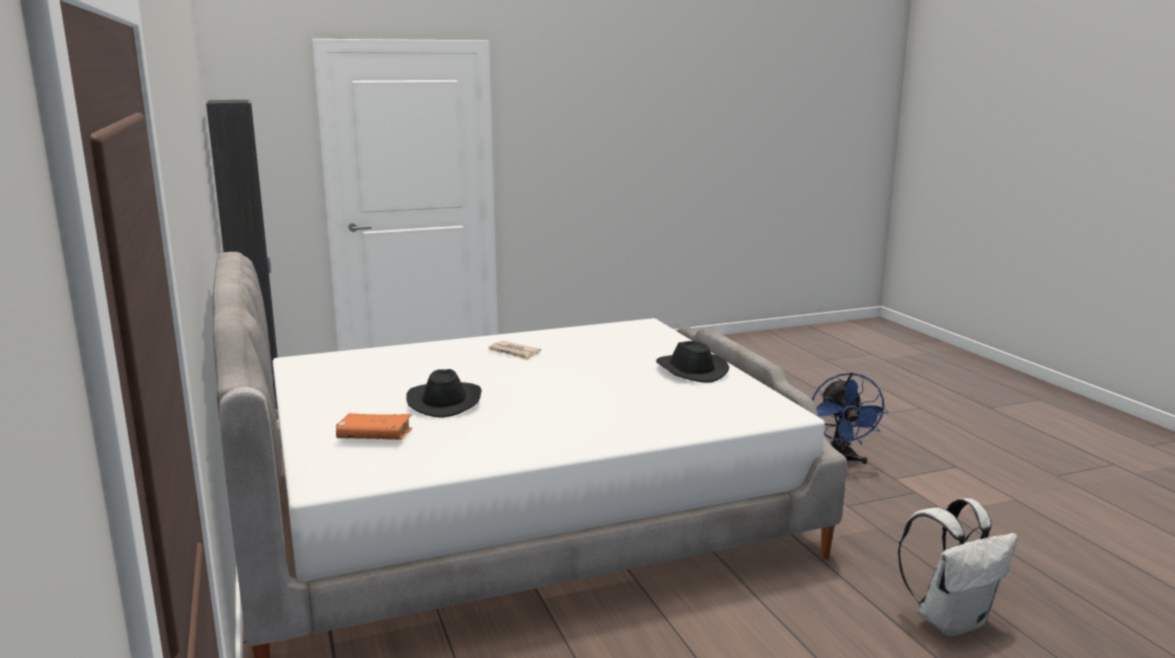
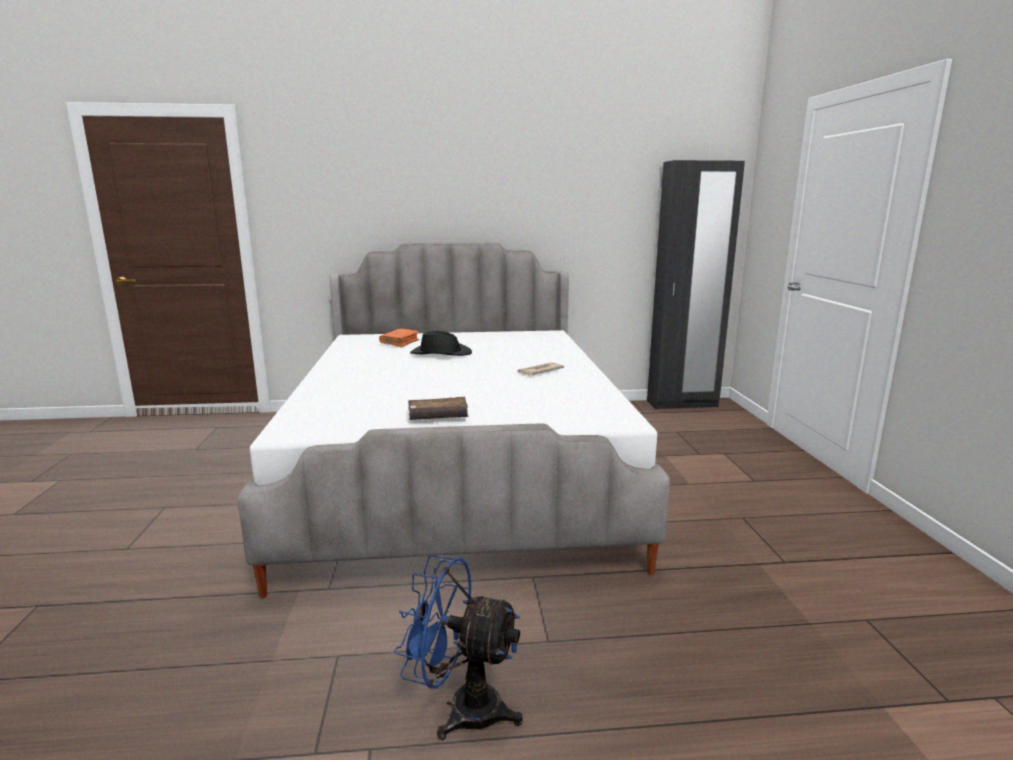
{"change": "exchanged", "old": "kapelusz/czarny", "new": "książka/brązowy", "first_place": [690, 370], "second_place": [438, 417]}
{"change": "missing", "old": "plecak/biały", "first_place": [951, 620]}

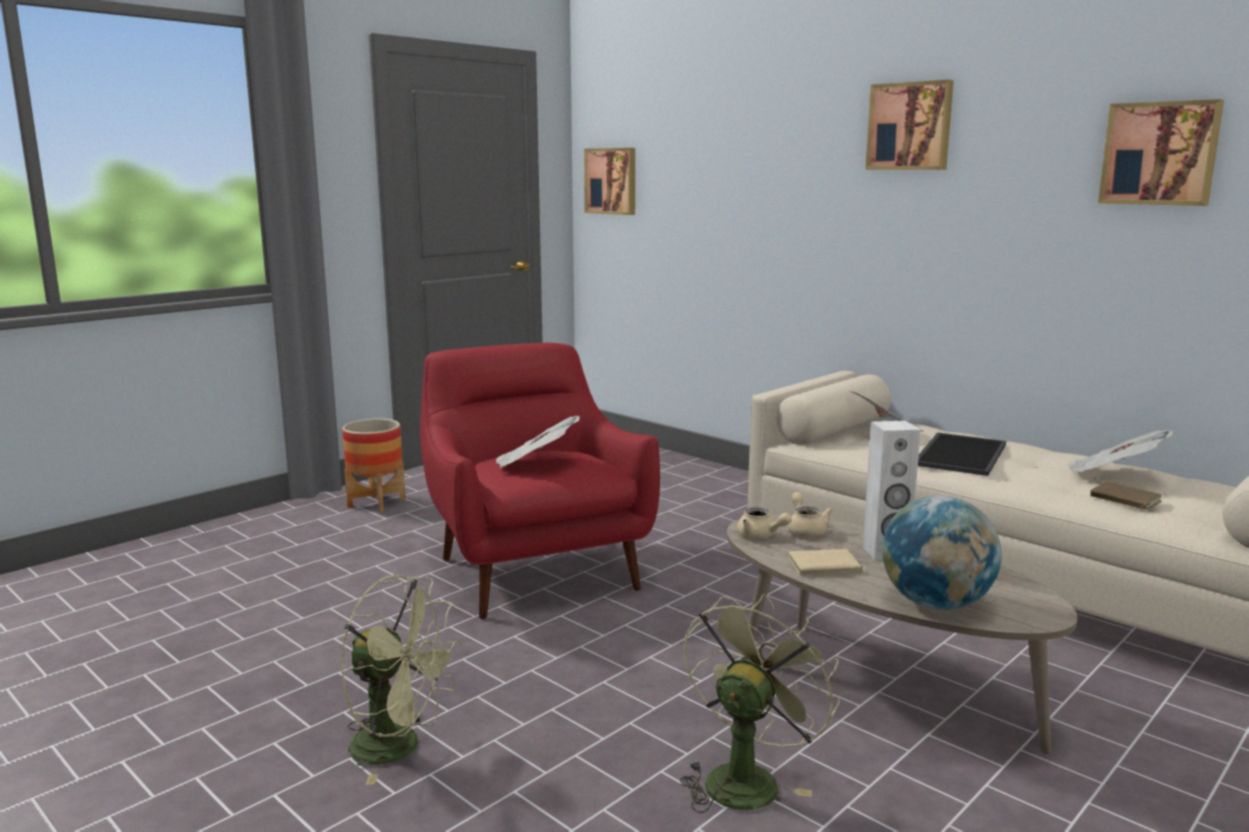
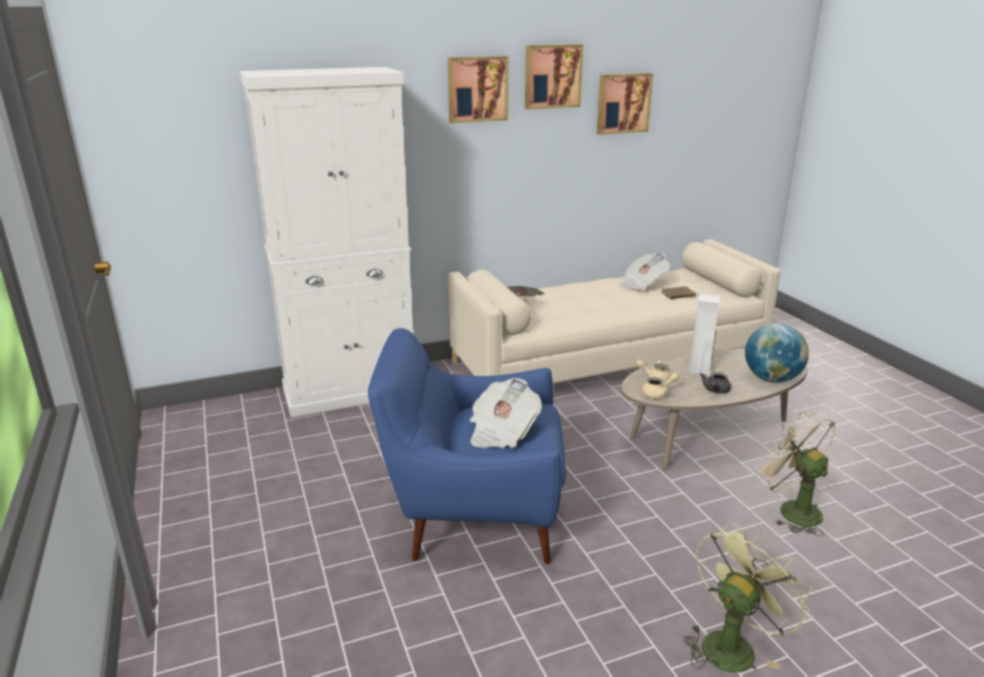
{"change": "relocated", "old": "obraz", "first_place": [612, 181], "second_place": [552, 76]}
{"change": "colour", "old": "fotel/czerwony", "new": "fotel/niebieski", "first_place": [534, 569], "second_place": [473, 516]}
{"change": "missing", "old": "donica", "first_place": [377, 503]}
{"change": "missing", "old": "taca", "first_place": [959, 454]}
{"change": "exchanged", "old": "książka/beżowy", "new": "imbryk/szary", "first_place": [824, 567], "second_place": [715, 391]}
{"change": "colour", "old": "wentylator/zielony", "new": "wentylator/beżowy", "first_place": [746, 777], "second_place": [791, 510]}
{"change": "appeared", "new": "szafka/biały", "second_place": [350, 391]}

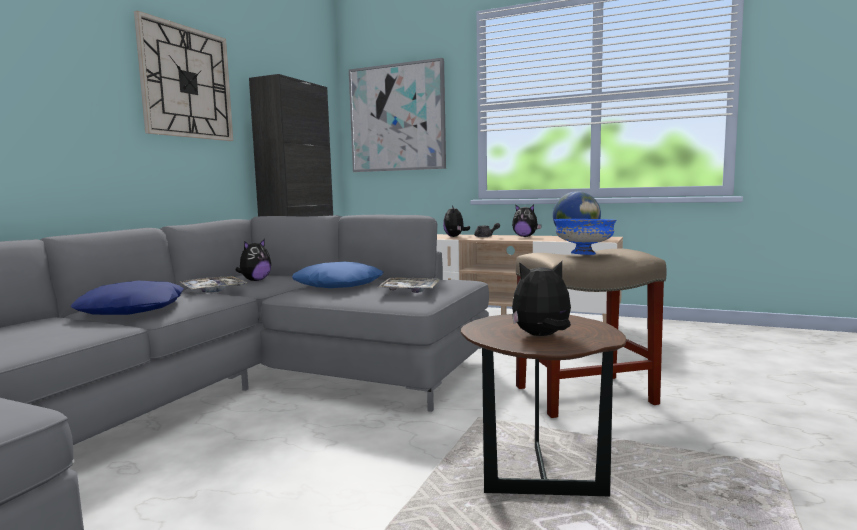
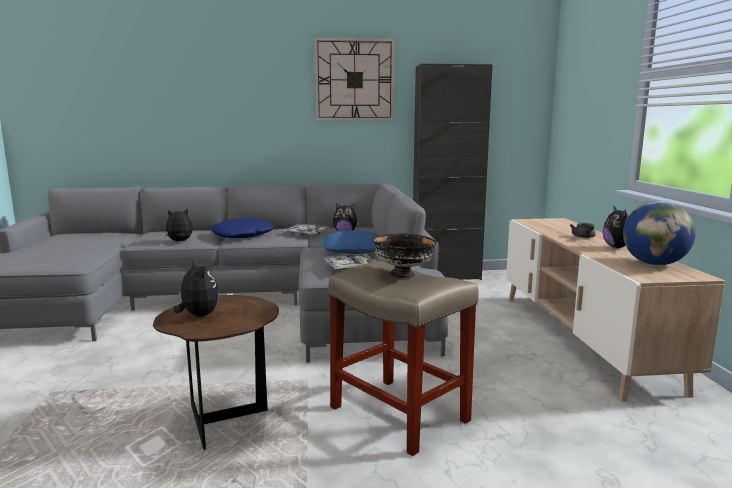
{"change": "missing", "old": "obraz", "first_place": [397, 118]}
{"change": "relocated", "old": "pluszak", "first_place": [455, 236], "second_place": [180, 241]}
{"change": "colour", "old": "miska/niebieski", "new": "miska/czarny", "first_place": [583, 253], "second_place": [403, 274]}

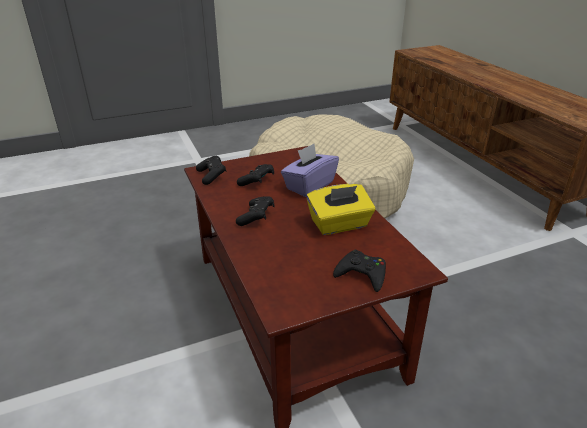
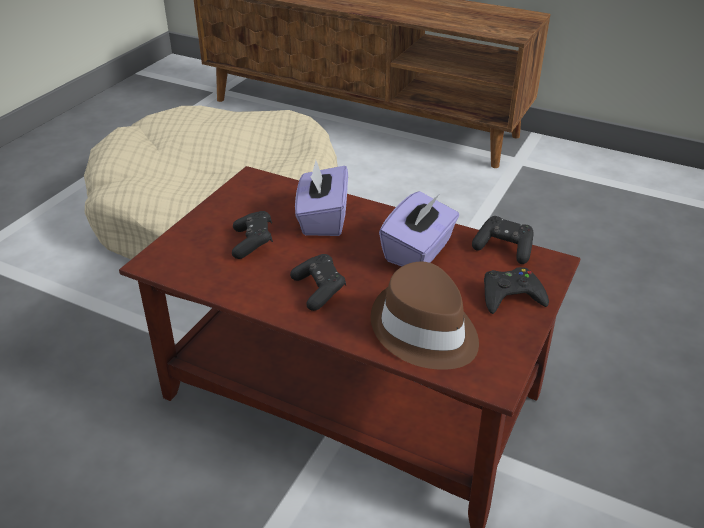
{"change": "relocated", "old": "pad do gier/czarny", "first_place": [212, 176], "second_place": [504, 248]}
{"change": "colour", "old": "pudełko chusteczek/żółty", "new": "pudełko chusteczek/fioletowy", "first_place": [339, 224], "second_place": [418, 252]}
{"change": "appeared", "new": "kapelusz/brązowy", "second_place": [424, 331]}

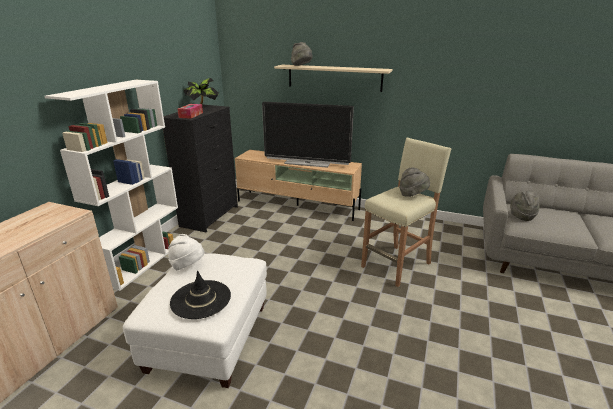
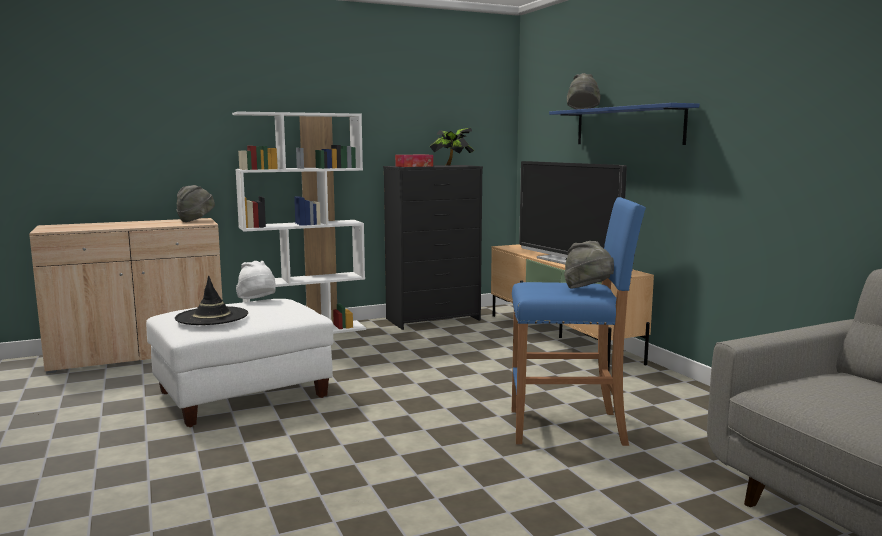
{"change": "colour", "old": "półka/beżowy", "new": "półka/niebieski", "first_place": [334, 77], "second_place": [627, 126]}
{"change": "colour", "old": "stołek/beżowy", "new": "stołek/niebieski", "first_place": [397, 265], "second_place": [568, 427]}
{"change": "relocated", "old": "kapelusz/szary", "first_place": [521, 216], "second_place": [196, 220]}

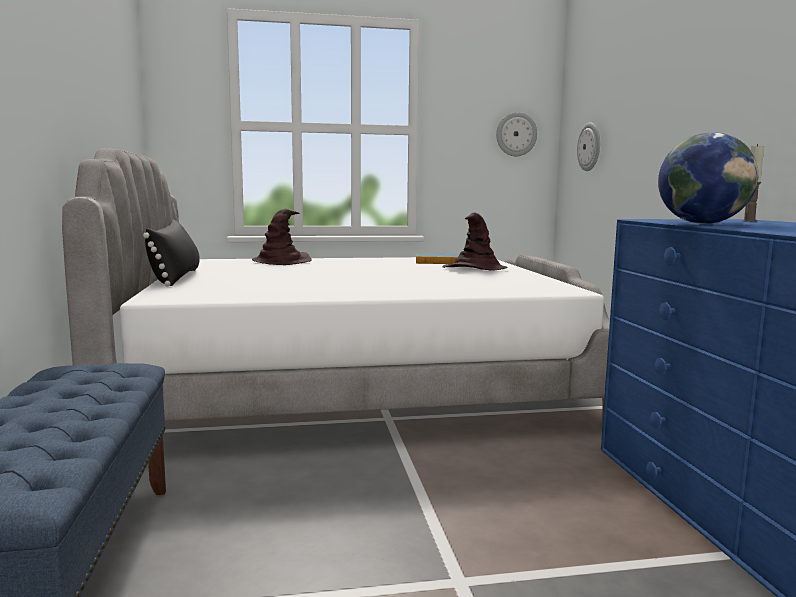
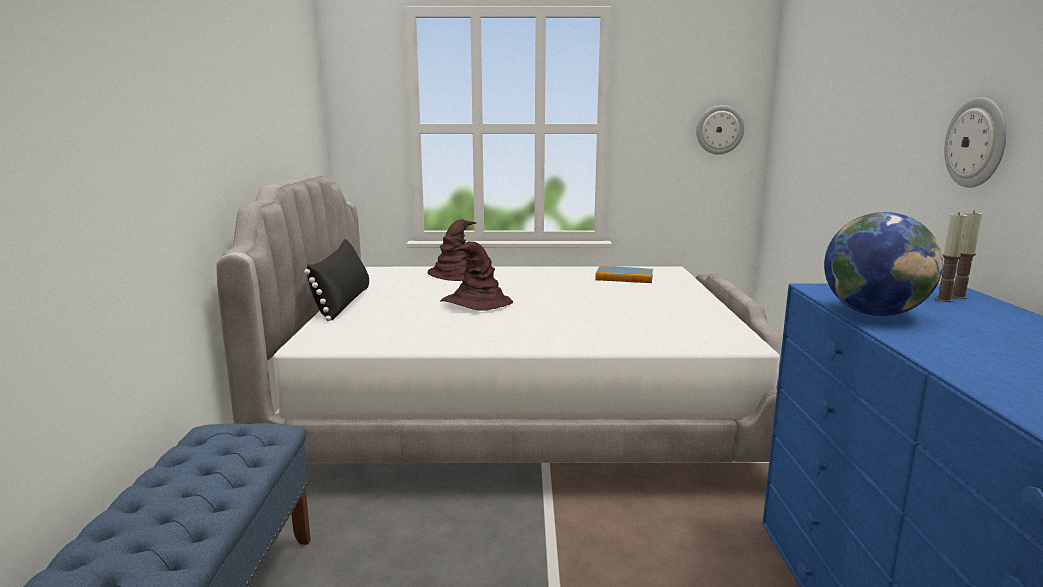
{"change": "relocated", "old": "zegar ścienny", "first_place": [589, 147], "second_place": [976, 143]}
{"change": "relocated", "old": "kapelusz/brązowy", "first_place": [474, 269], "second_place": [475, 303]}
{"change": "appeared", "new": "świeca", "second_place": [958, 296]}

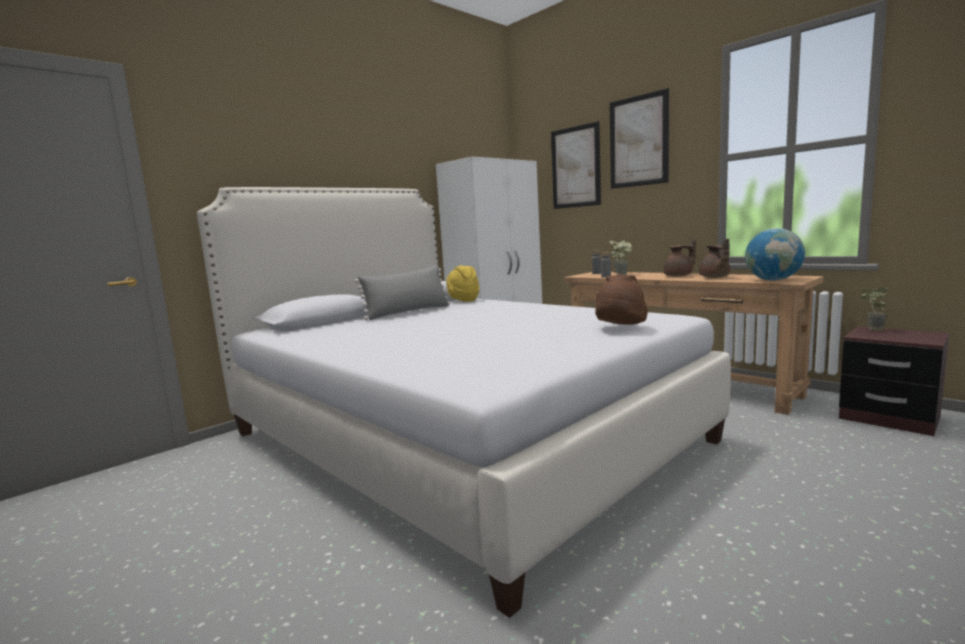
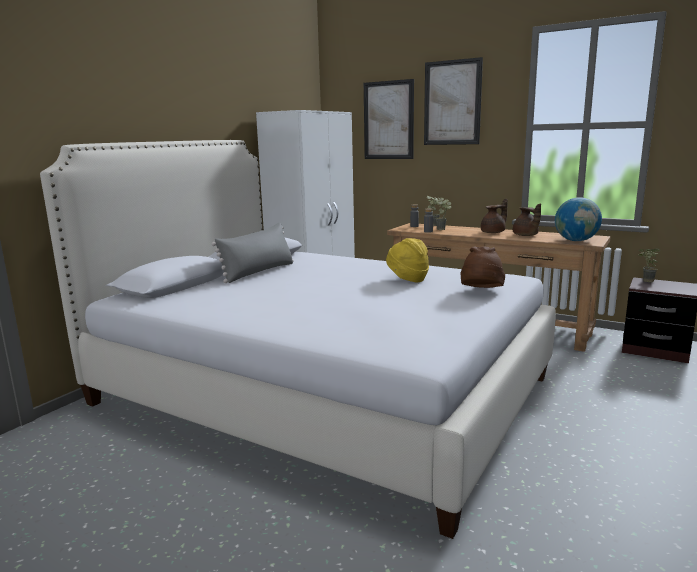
{"change": "relocated", "old": "kapelusz/żółty", "first_place": [463, 300], "second_place": [407, 279]}

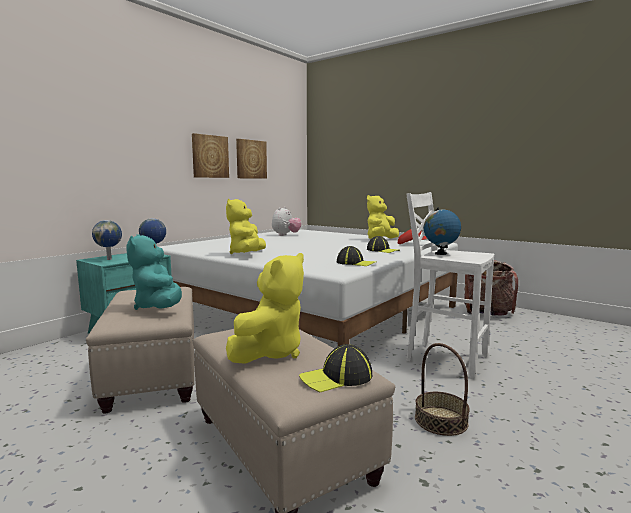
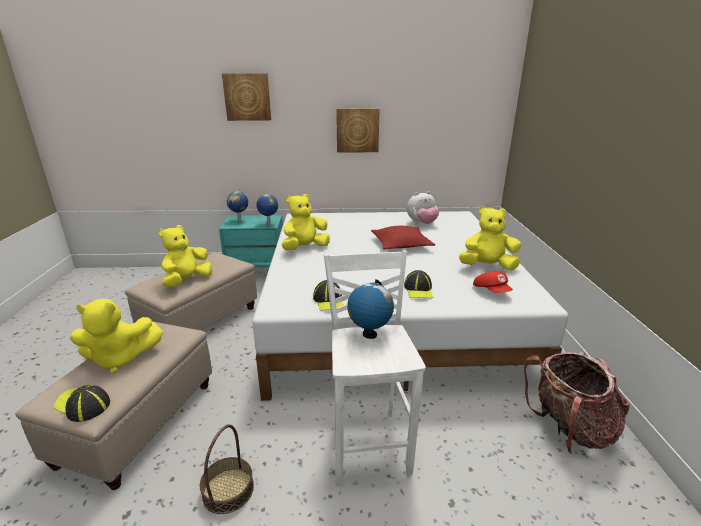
{"change": "relocated", "old": "obraz", "first_place": [251, 159], "second_place": [247, 97]}
{"change": "colour", "old": "pluszak/turkusowy", "new": "pluszak/żółty", "first_place": [159, 307], "second_place": [187, 281]}
{"change": "appeared", "new": "poduszka/czerwony", "second_place": [401, 244]}

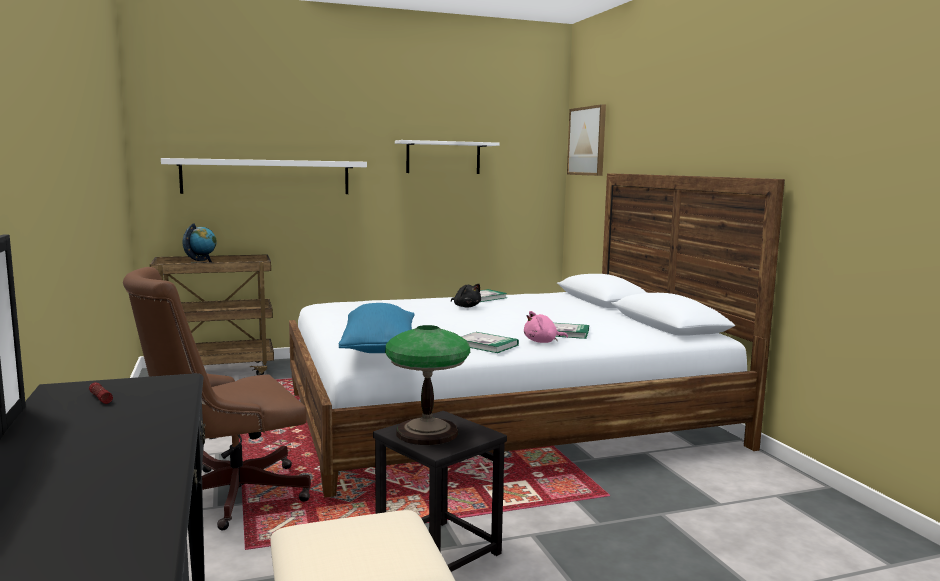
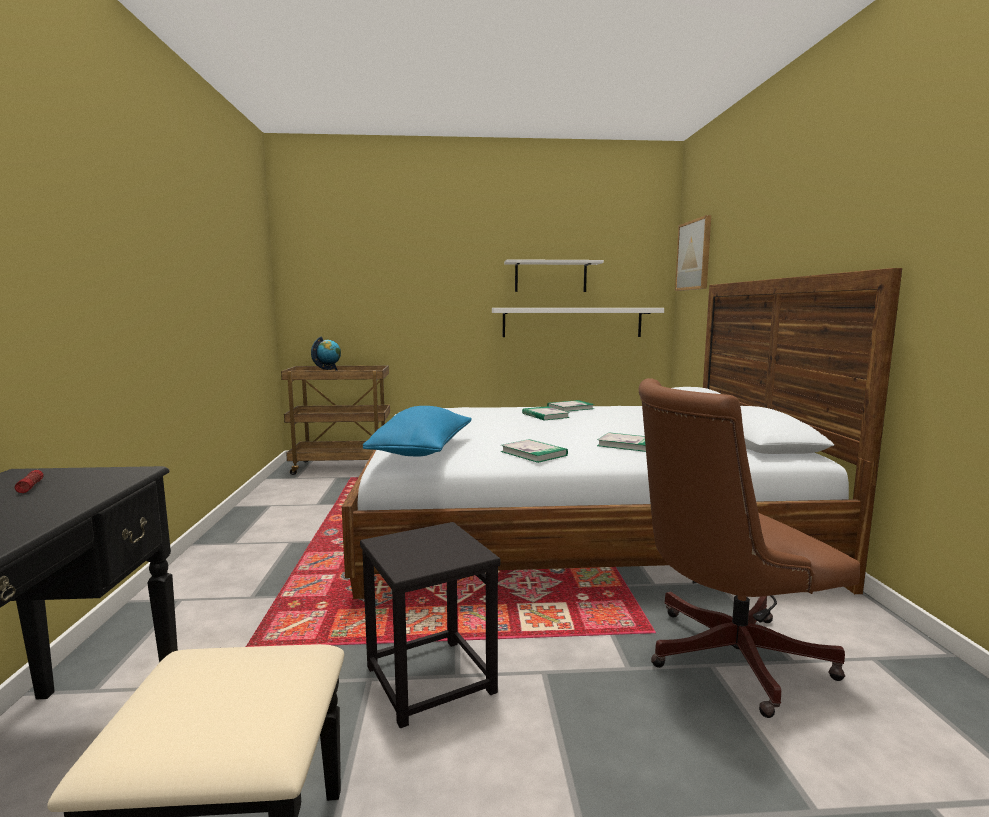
{"change": "relocated", "old": "półka/biały", "first_place": [266, 176], "second_place": [572, 322]}
{"change": "relocated", "old": "krzesło biurowe/brązowy", "first_place": [225, 496], "second_place": [723, 657]}
{"change": "exchanged", "old": "pluszak/czarny", "new": "książka", "first_place": [466, 306], "second_place": [545, 415]}
{"change": "missing", "old": "pluszak/różowy", "first_place": [542, 342]}
{"change": "missing", "old": "lampa stołowa", "first_place": [426, 432]}

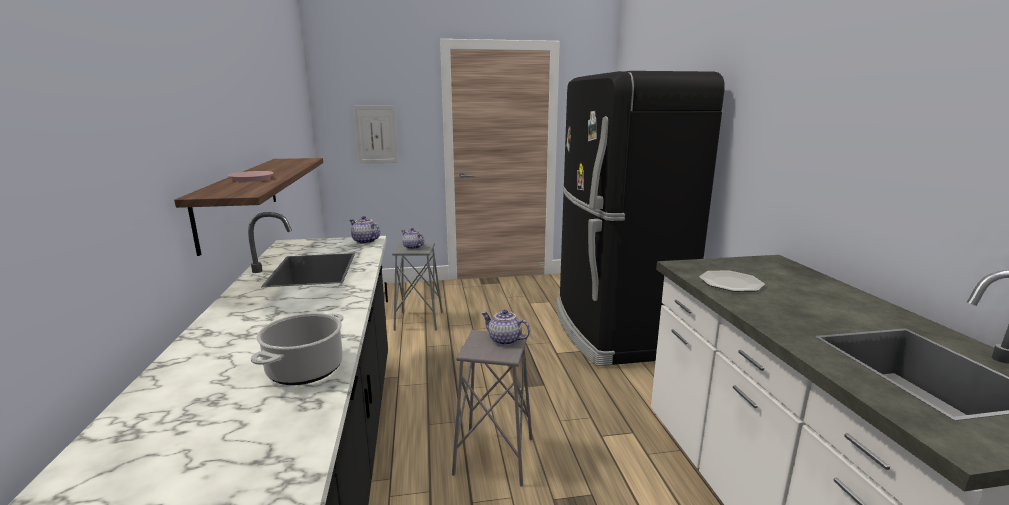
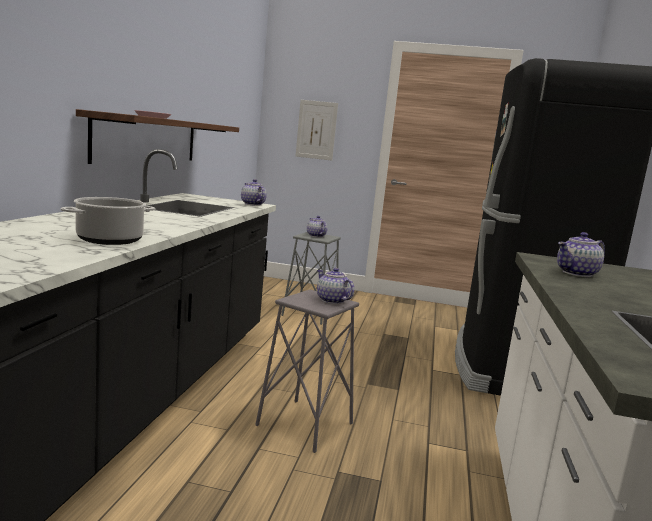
{"change": "exchanged", "old": "talerz", "new": "imbryk", "first_place": [731, 283], "second_place": [577, 274]}

